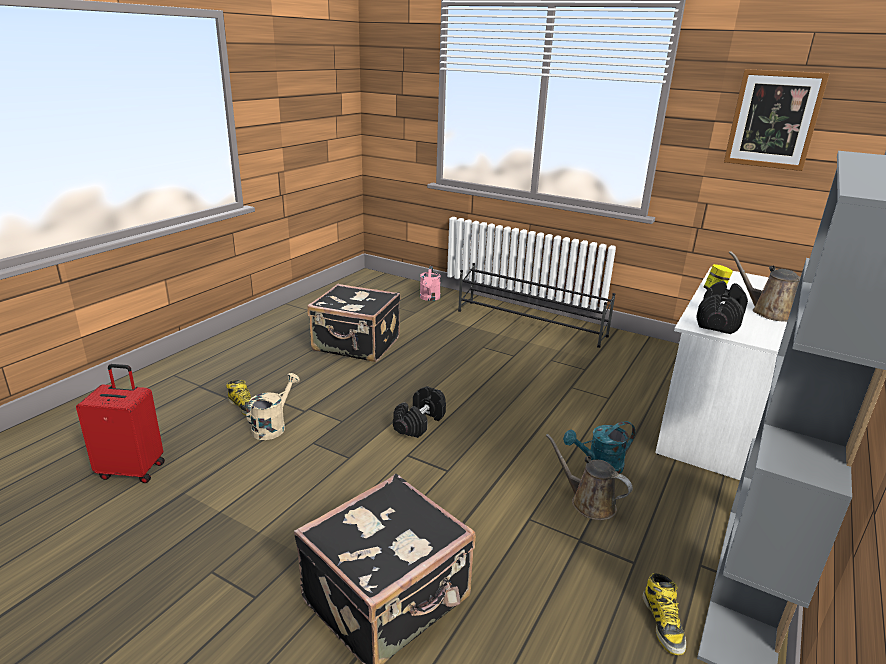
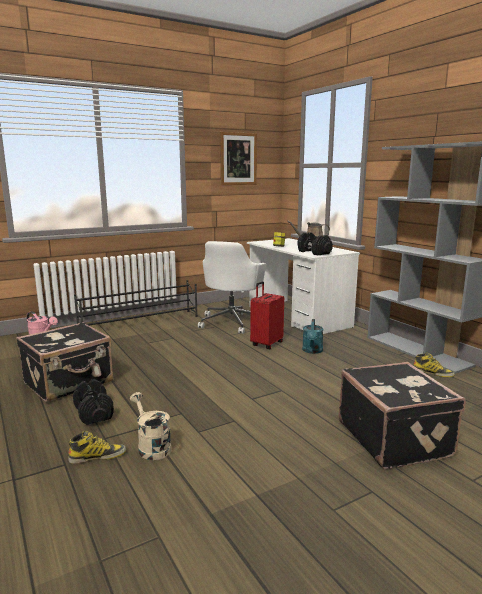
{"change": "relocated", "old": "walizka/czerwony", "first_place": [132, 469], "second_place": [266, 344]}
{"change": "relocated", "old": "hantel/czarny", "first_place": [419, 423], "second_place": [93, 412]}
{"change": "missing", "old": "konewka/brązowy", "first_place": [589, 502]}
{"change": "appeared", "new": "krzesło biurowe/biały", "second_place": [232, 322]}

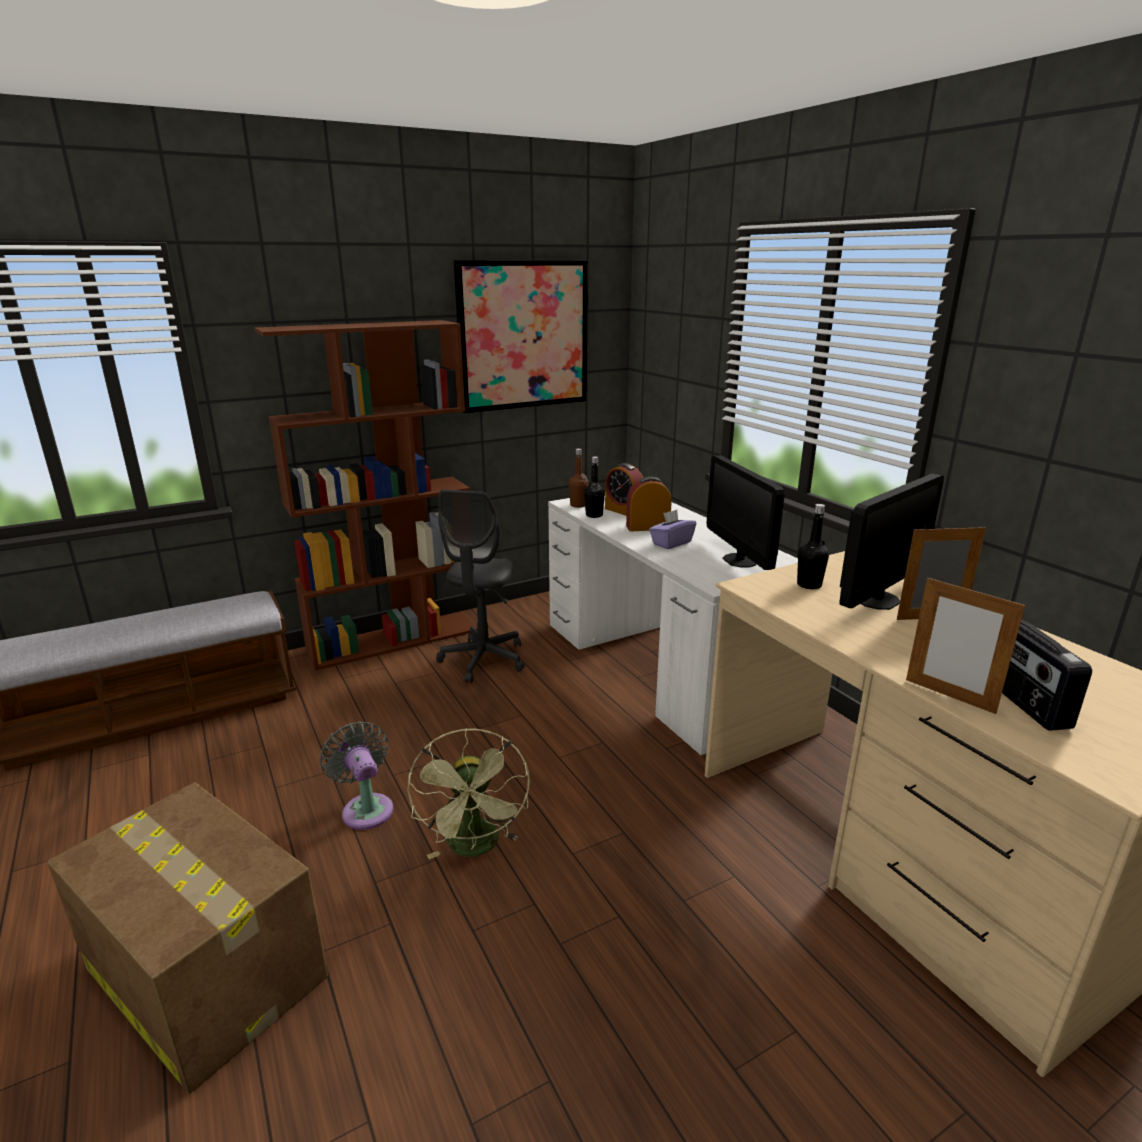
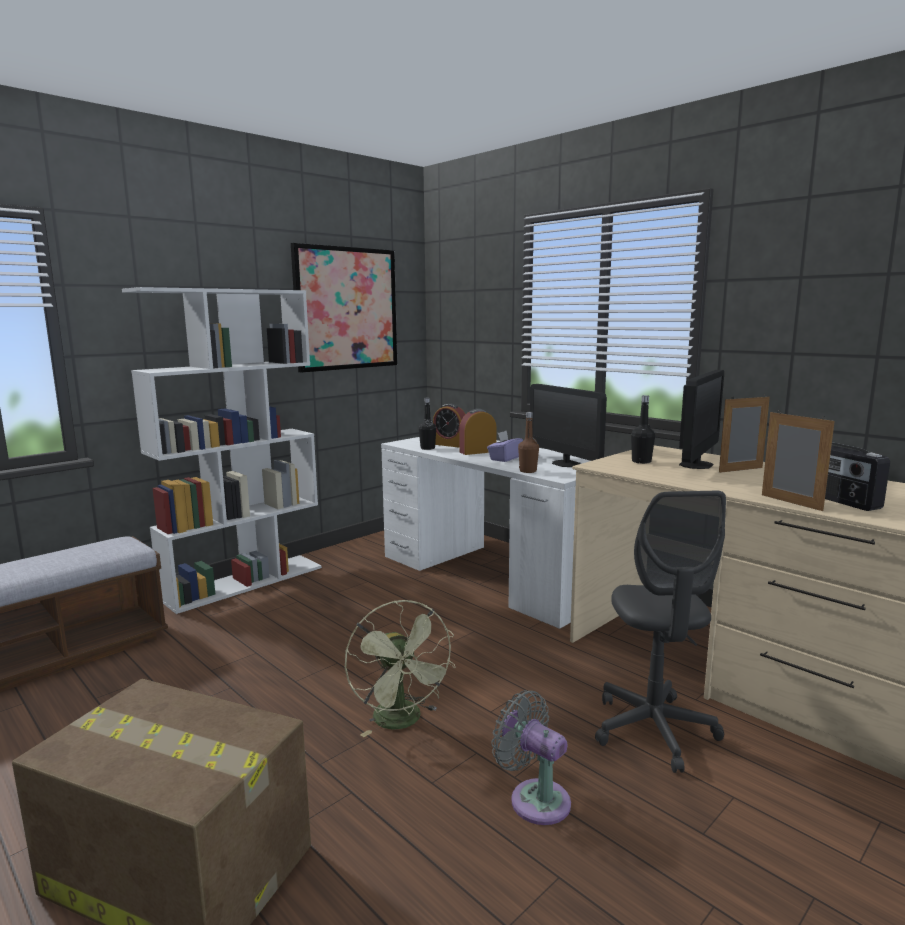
{"change": "colour", "old": "regał/brązowy", "new": "regał/biały", "first_place": [394, 639], "second_place": [244, 582]}
{"change": "relocated", "old": "butelka/brązowy", "first_place": [578, 505], "second_place": [528, 471]}
{"change": "relocated", "old": "krzesło biurowe/szary", "first_place": [483, 660], "second_place": [654, 730]}
{"change": "spun", "old": "ramka na zdjęcie", "first_place": [949, 696], "second_place": [791, 502], "degrees": -150}
{"change": "relocated", "old": "wentylator/szary", "first_place": [366, 808], "second_place": [535, 798]}

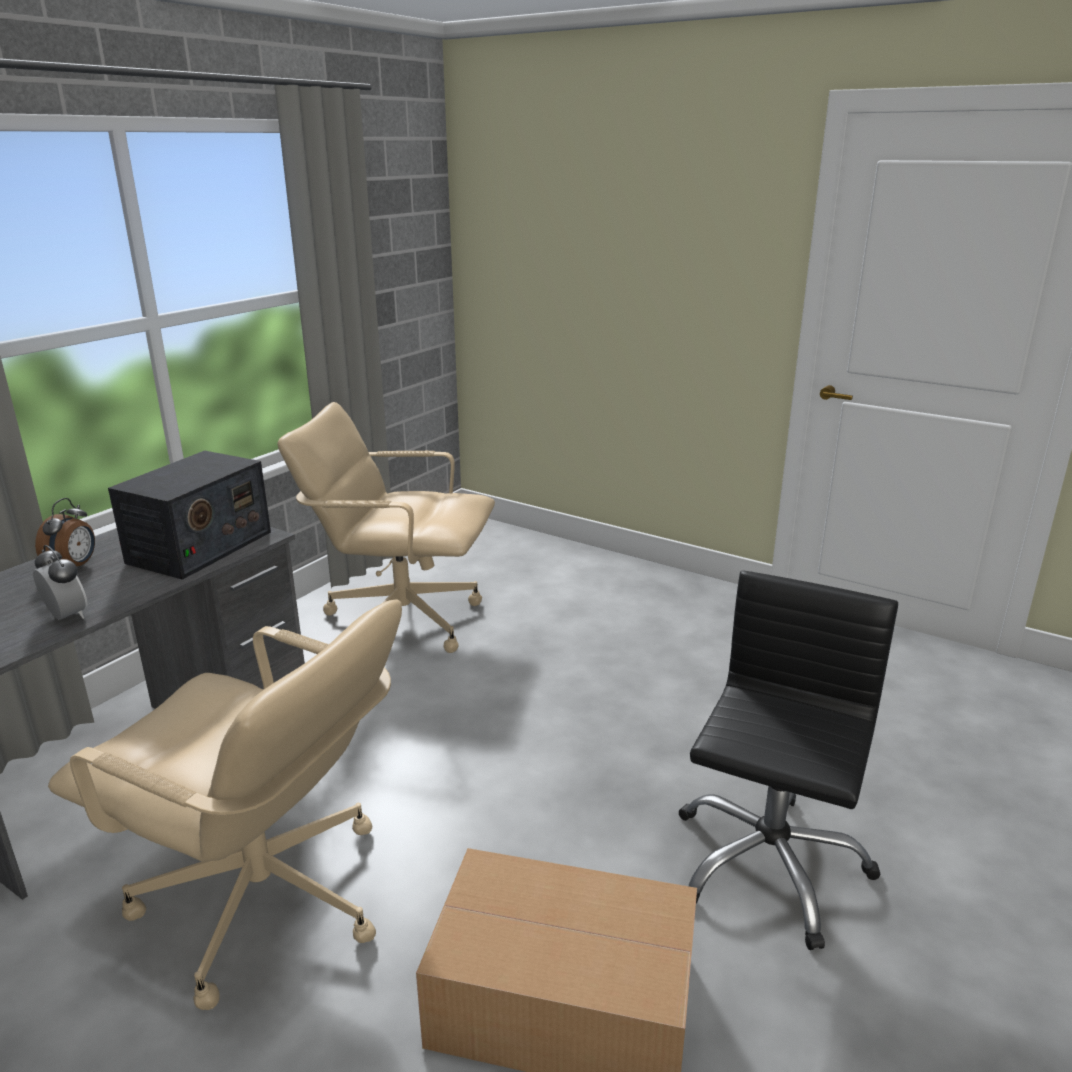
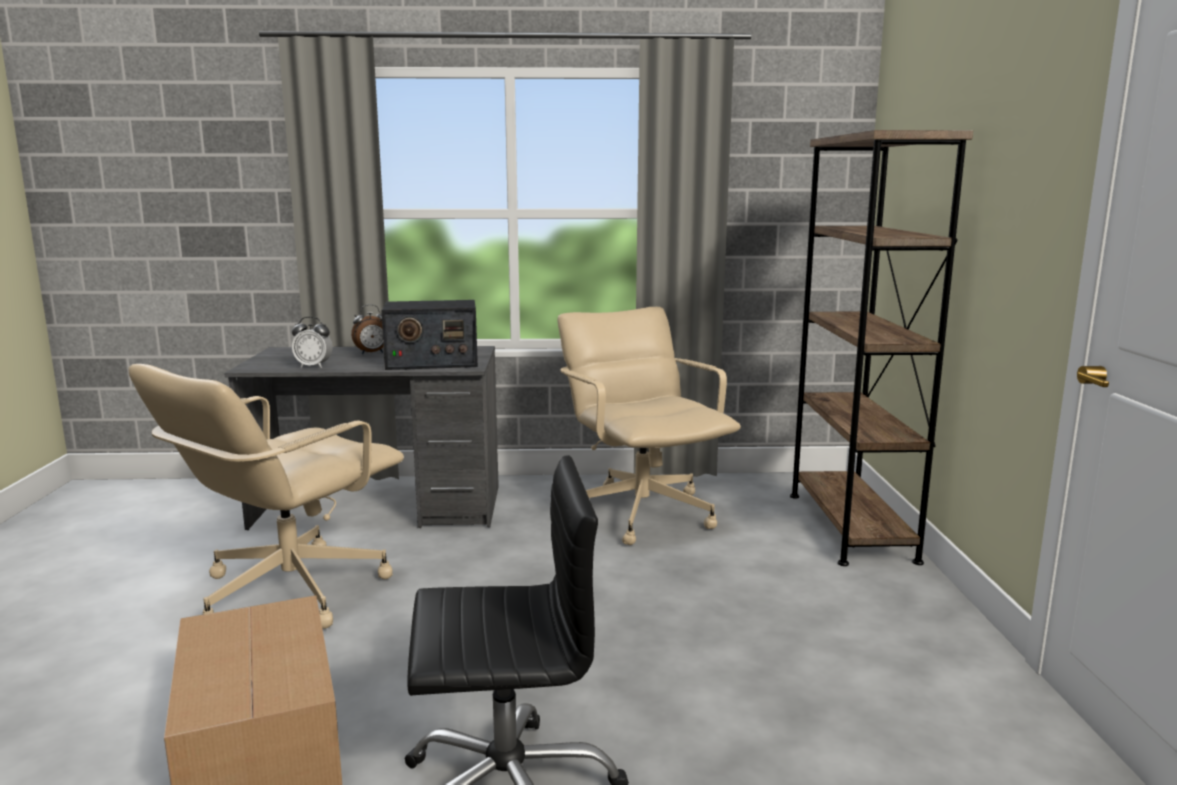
{"change": "spun", "old": "budzik", "first_place": [67, 616], "second_place": [313, 366], "degrees": 90}
{"change": "spun", "old": "krzesło biurowe/beżowy", "first_place": [265, 901], "second_place": [288, 591], "degrees": 45}
{"change": "appeared", "new": "regał/brązowy", "second_place": [850, 526]}

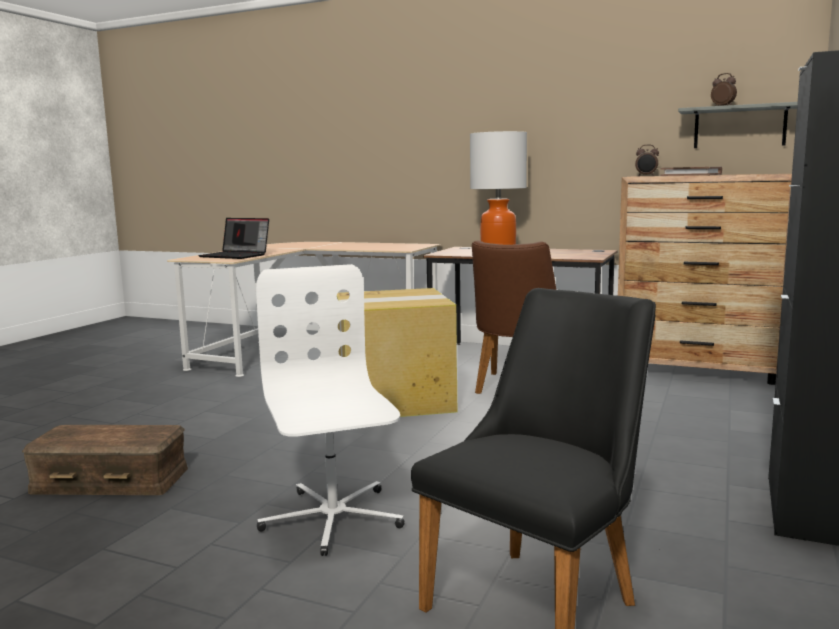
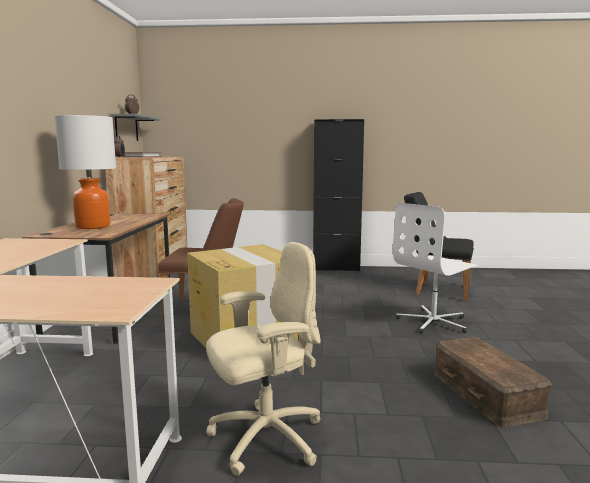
{"change": "missing", "old": "laptop", "first_place": [236, 256]}
{"change": "appeared", "new": "krzesło biurowe/beżowy", "second_place": [265, 438]}

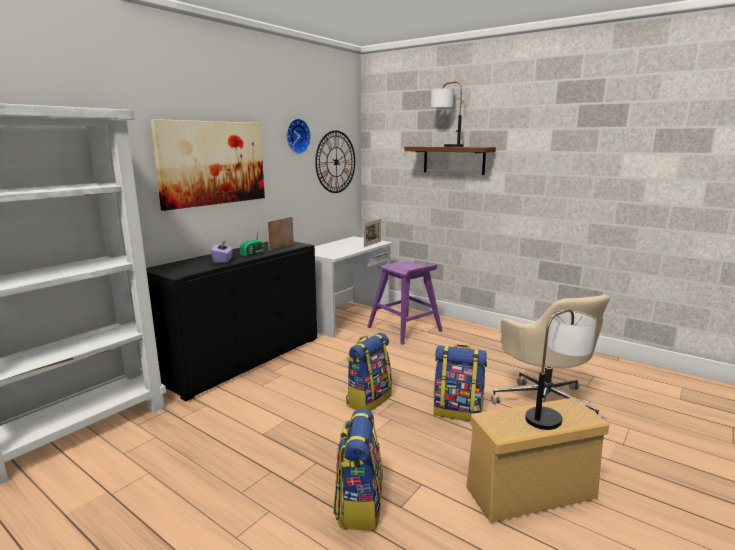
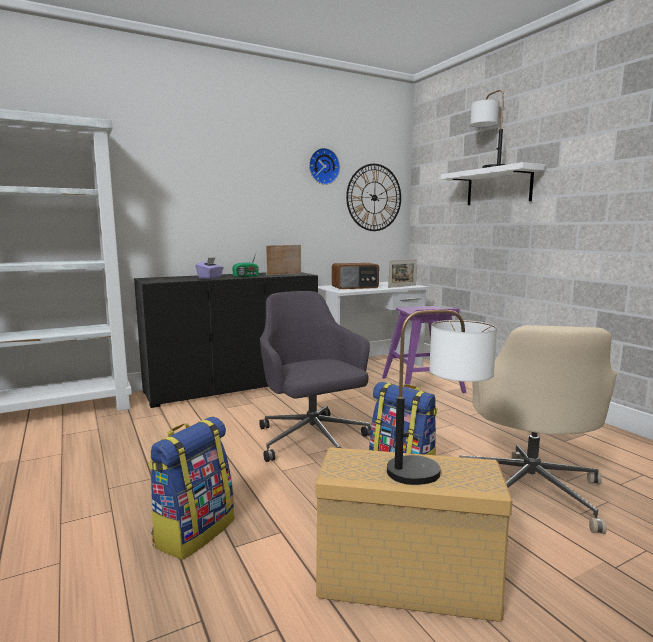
{"change": "missing", "old": "obraz", "first_place": [212, 163]}
{"change": "colour", "old": "półka/brązowy", "new": "półka/biały", "first_place": [453, 160], "second_place": [498, 187]}
{"change": "exchanged", "old": "plecak", "new": "krzesło biurowe/szary", "first_place": [368, 400], "second_place": [312, 439]}
{"change": "appeared", "new": "radio", "second_place": [355, 287]}

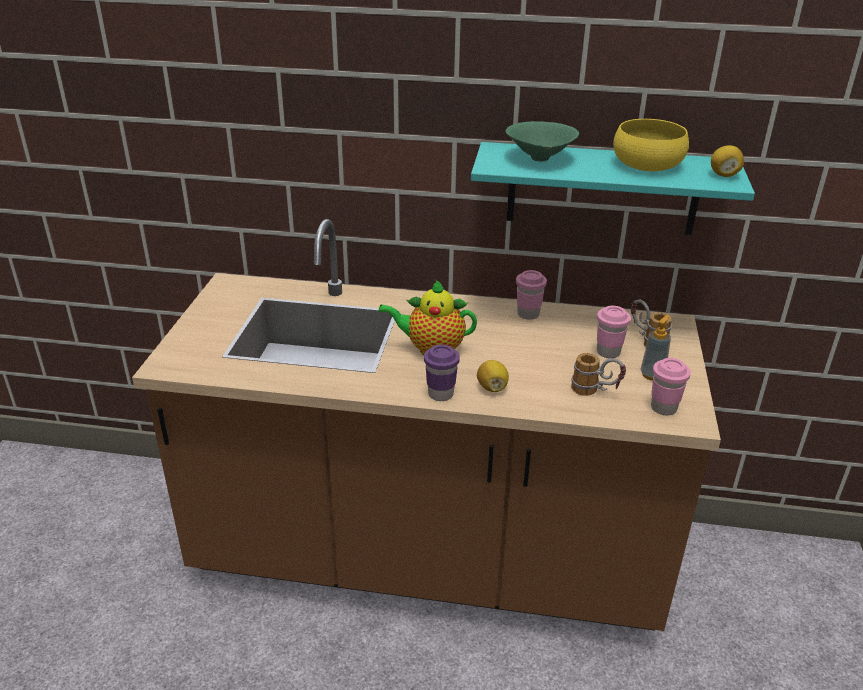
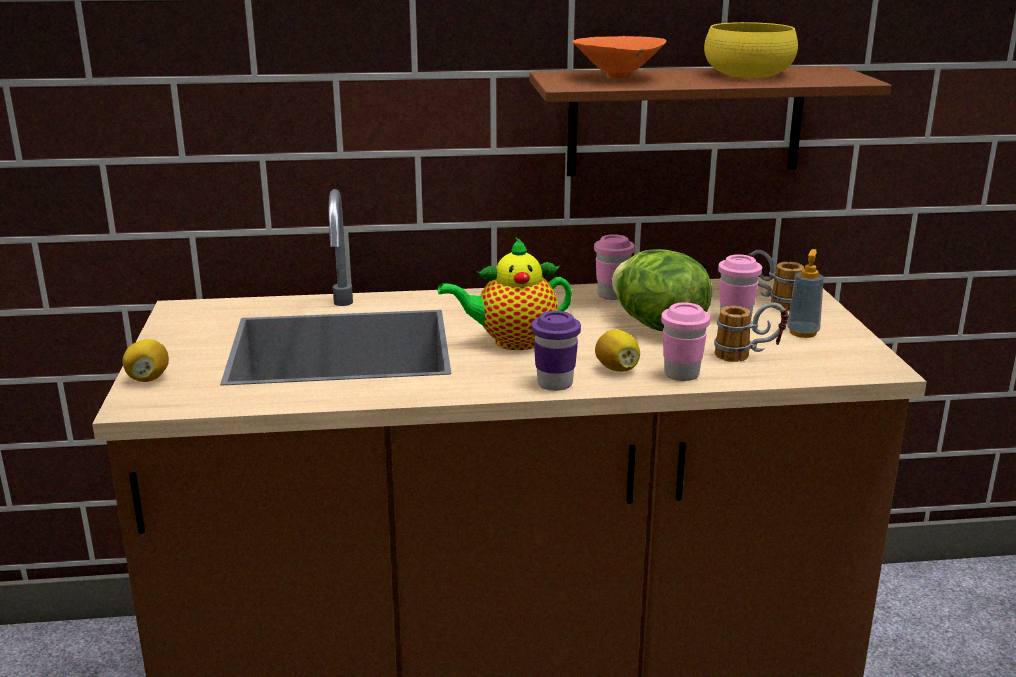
{"change": "colour", "old": "miska/zielony", "new": "miska/pomarańczowy", "first_place": [540, 159], "second_place": [618, 78]}
{"change": "colour", "old": "półka/turkusowy", "new": "półka/brązowy", "first_place": [602, 189], "second_place": [685, 121]}
{"change": "relocated", "old": "cytryna", "first_place": [723, 175], "second_place": [148, 378]}
{"change": "relocated", "old": "filiżanka/różowy", "first_place": [663, 408], "second_place": [681, 374]}
{"change": "appeared", "new": "sałata", "second_place": [658, 326]}

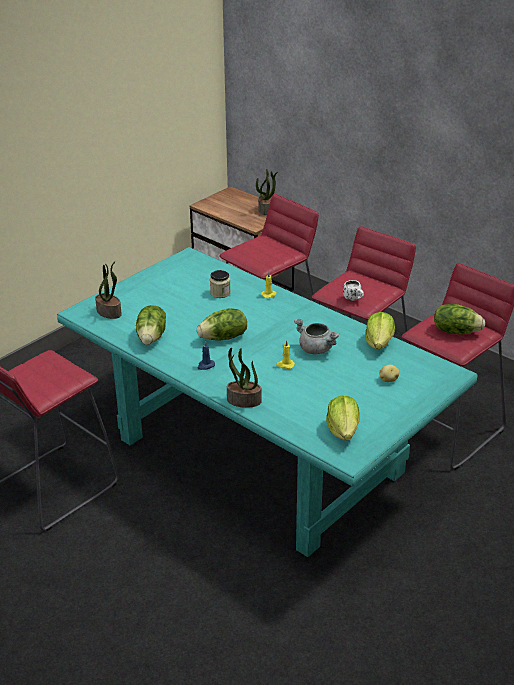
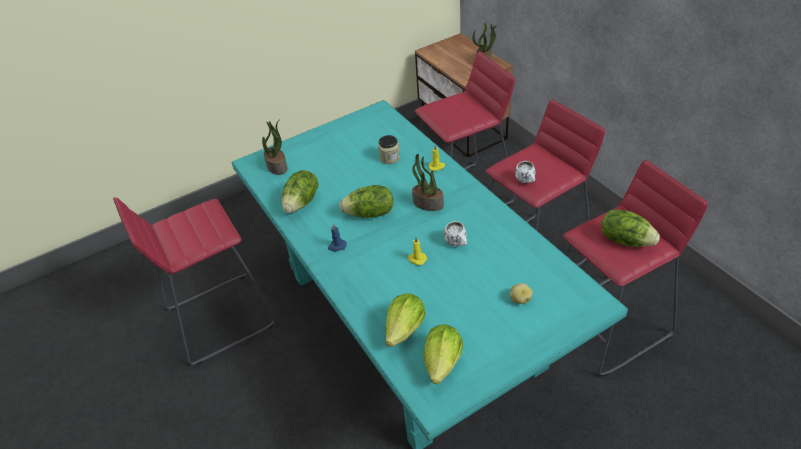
{"change": "relocated", "old": "sałata", "first_place": [379, 343], "second_place": [405, 329]}
{"change": "exchanged", "old": "garnek/szary", "new": "kubek/biały", "first_place": [316, 349], "second_place": [457, 244]}
{"change": "relocated", "old": "roślina doniczkowa", "first_place": [243, 401], "second_place": [427, 204]}

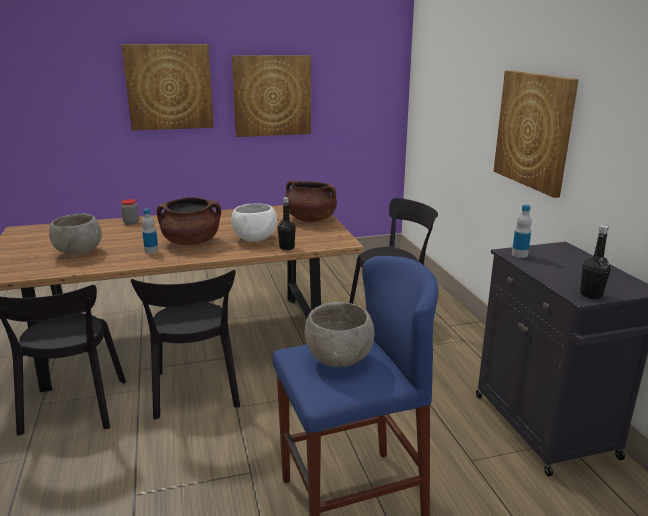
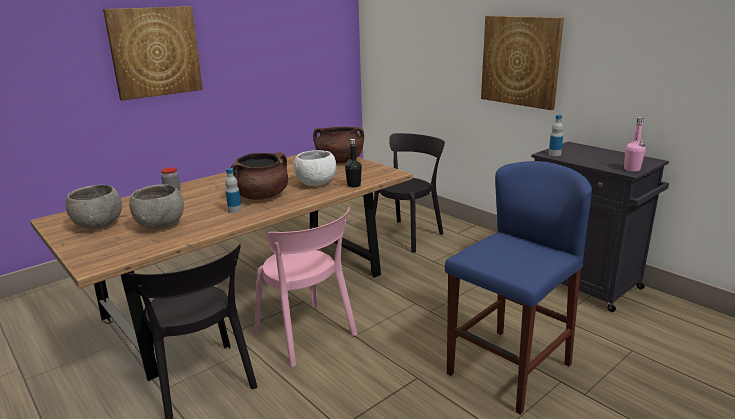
{"change": "missing", "old": "obraz", "first_place": [272, 95]}
{"change": "colour", "old": "butelka/czarny", "new": "butelka/różowy", "first_place": [591, 295], "second_place": [632, 169]}
{"change": "colour", "old": "krzesło/czarny", "new": "krzesło/różowy", "first_place": [196, 393], "second_place": [308, 335]}
{"change": "relocated", "old": "miska/szary", "first_place": [338, 359], "second_place": [98, 225]}

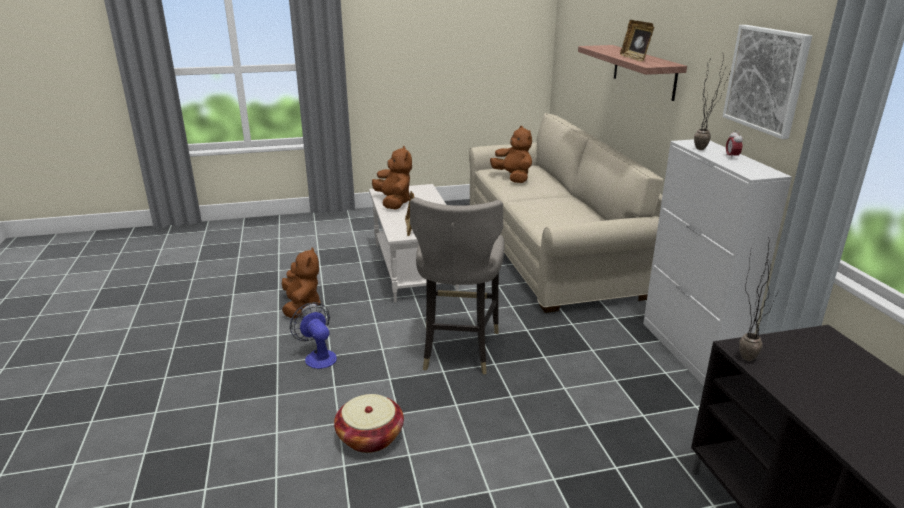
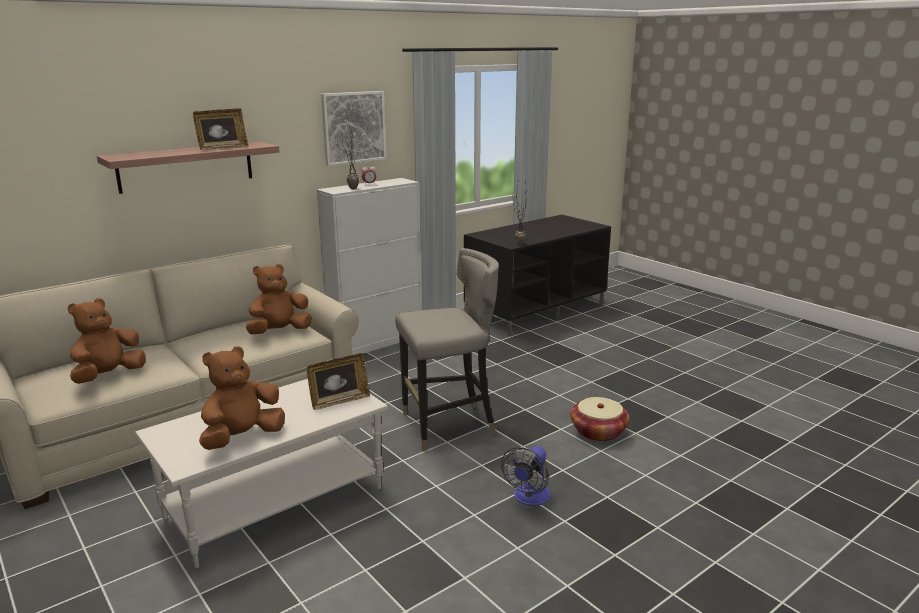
{"change": "relocated", "old": "pluszak/brązowy", "first_place": [301, 306], "second_place": [279, 332]}

